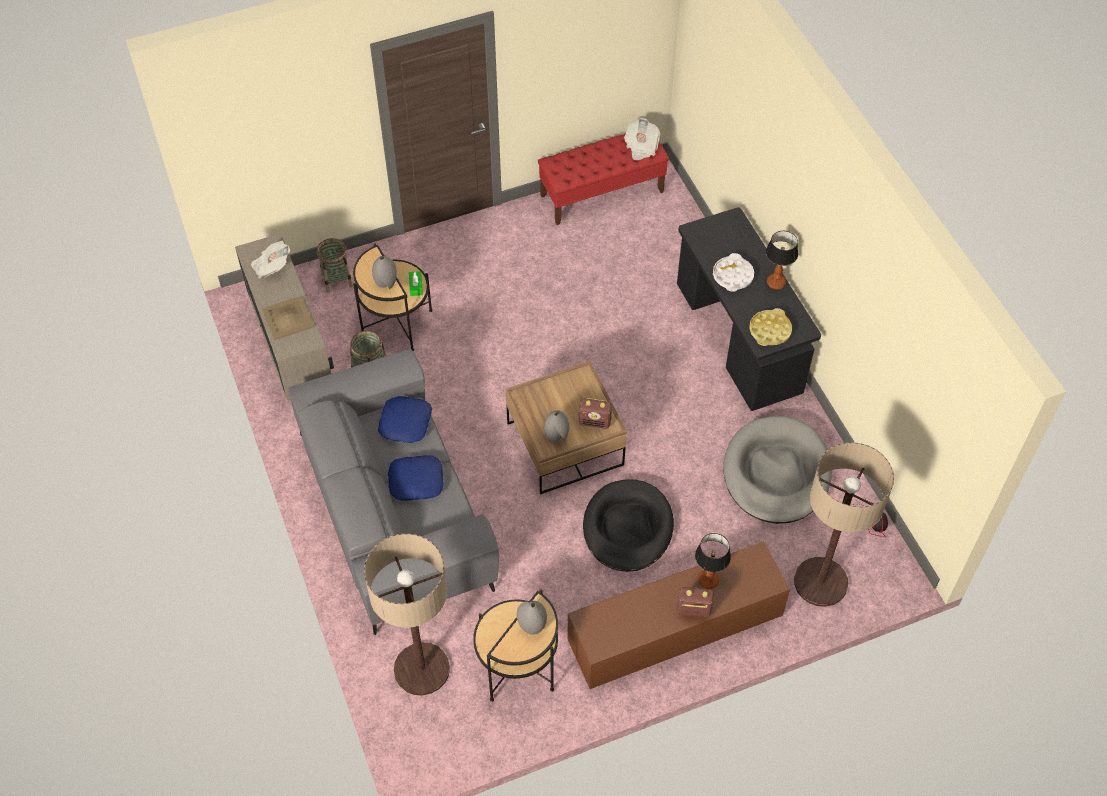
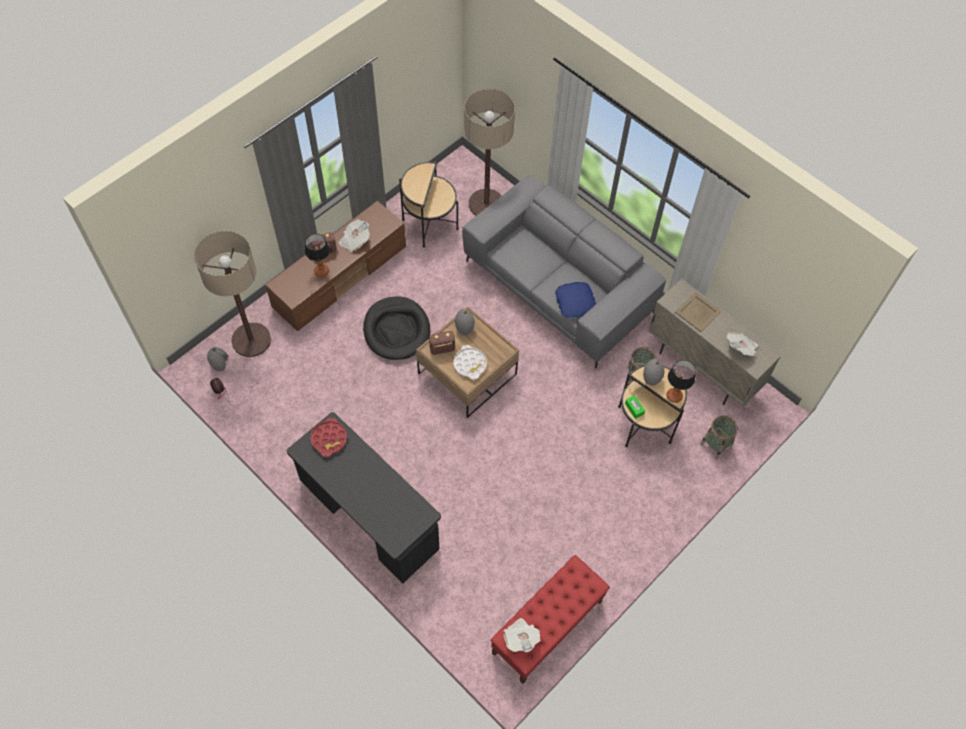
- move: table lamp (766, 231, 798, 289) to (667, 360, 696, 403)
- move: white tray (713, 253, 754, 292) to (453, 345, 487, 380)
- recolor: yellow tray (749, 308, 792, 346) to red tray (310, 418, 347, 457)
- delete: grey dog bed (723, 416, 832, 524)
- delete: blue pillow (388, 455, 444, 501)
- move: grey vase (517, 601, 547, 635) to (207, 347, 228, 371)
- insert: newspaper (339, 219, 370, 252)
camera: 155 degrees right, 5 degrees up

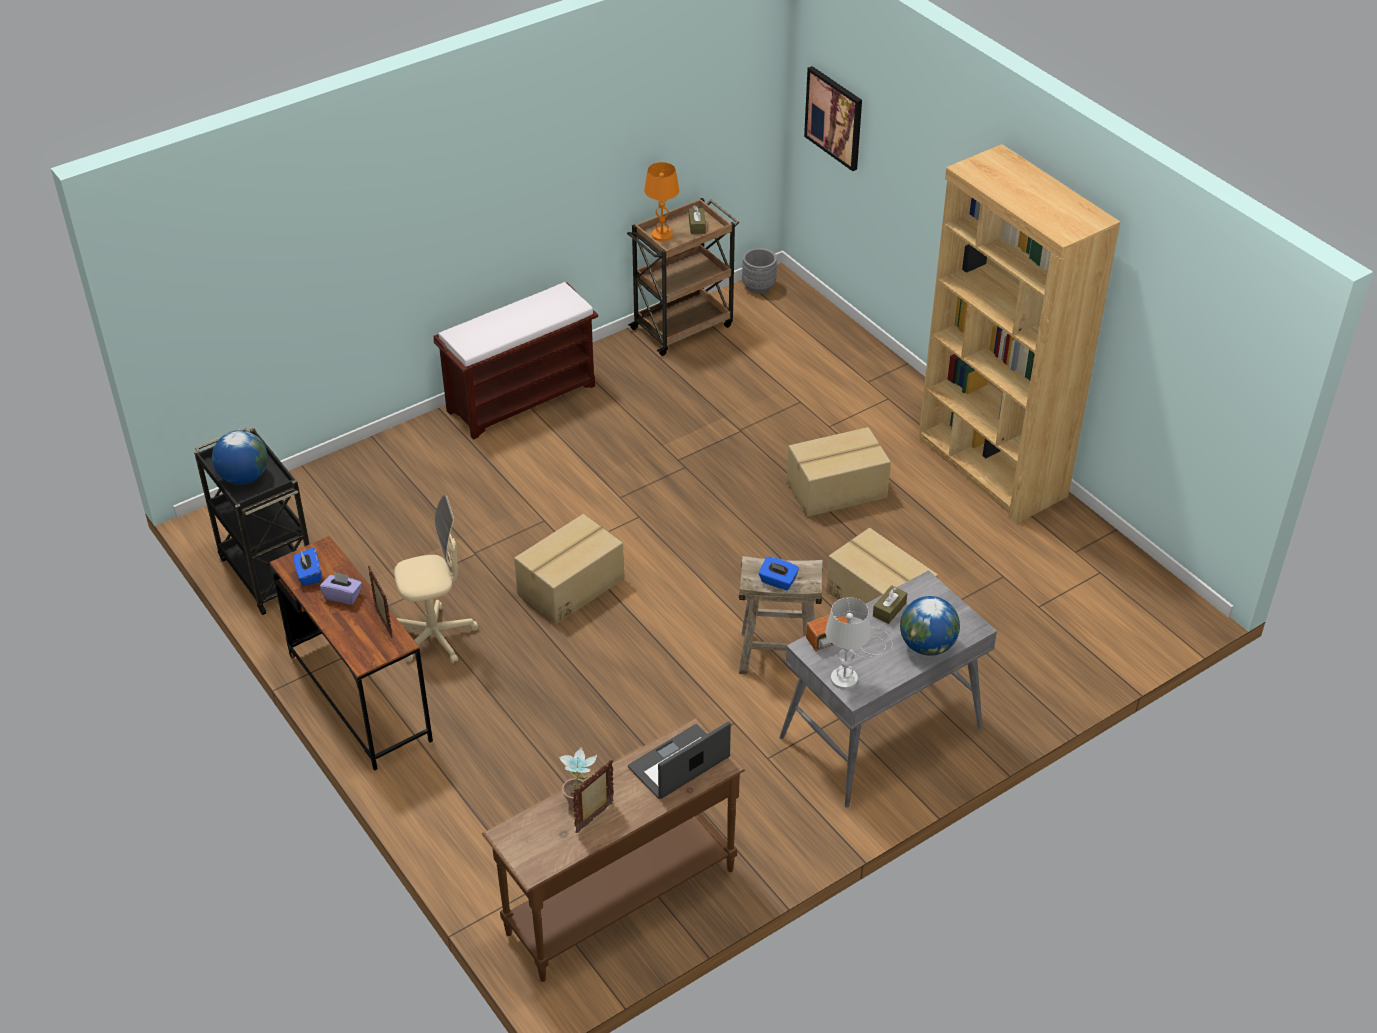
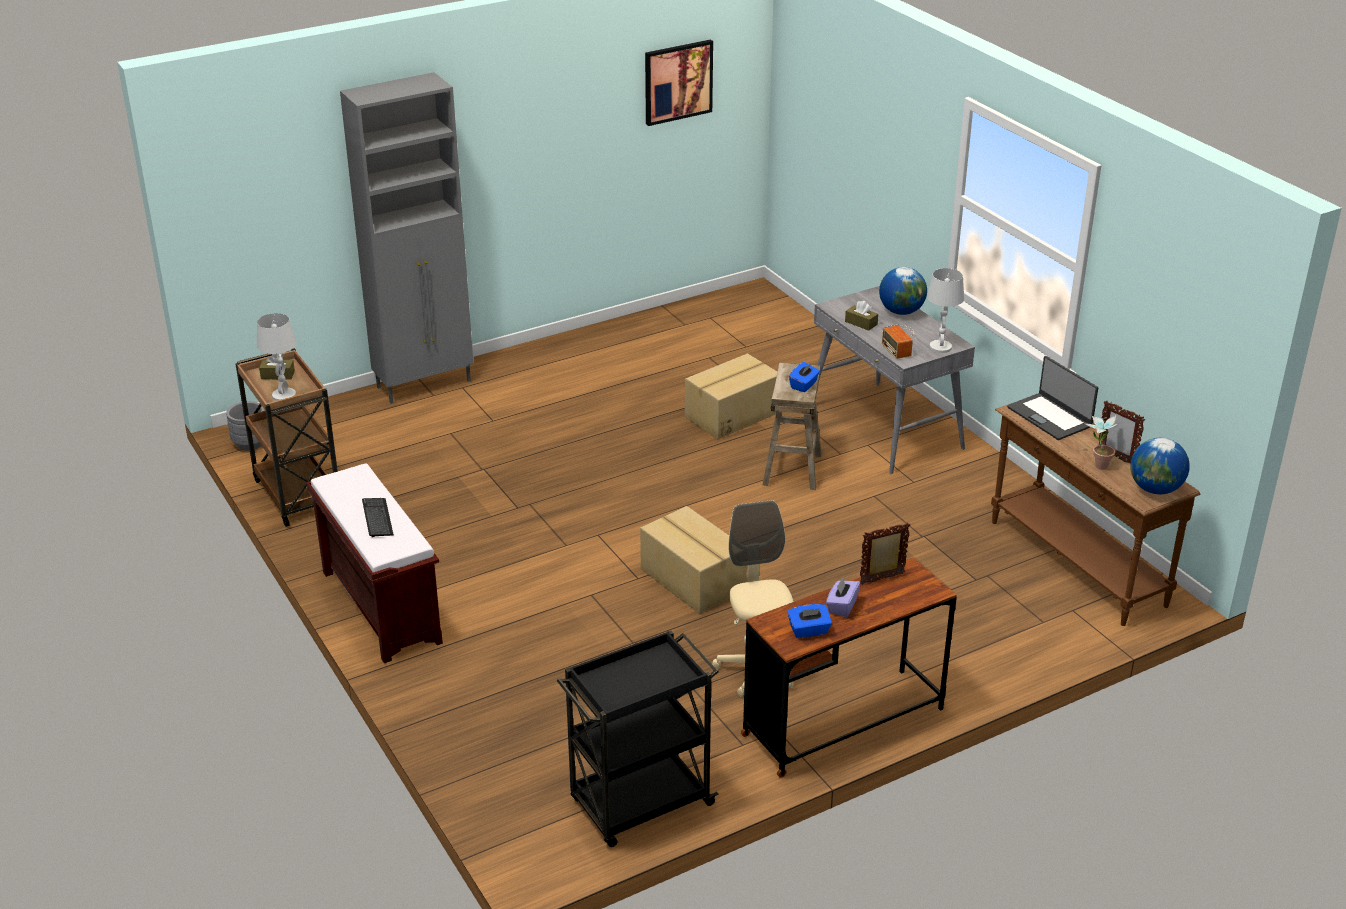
- move: picture (804, 66, 862, 171) to (645, 40, 713, 126)
- delete: brown bookcase (918, 144, 1120, 524)
- recolor: orange table lamp (644, 162, 679, 241) to white table lamp (257, 313, 297, 401)
- delete: cardboard box (787, 427, 891, 517)
- move: globe (212, 430, 268, 485) to (1130, 438, 1190, 495)
- insert: grey cabinet (340, 72, 474, 404)
- insert: keyboard (362, 498, 394, 537)
camera: 85 degrees left, 10 degrees down

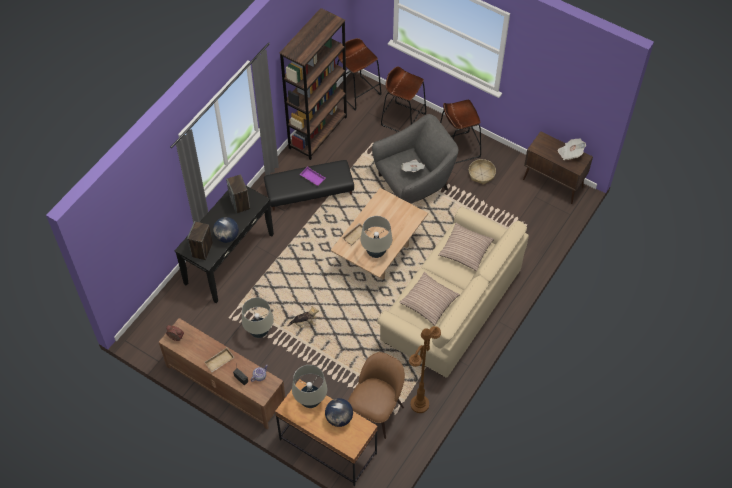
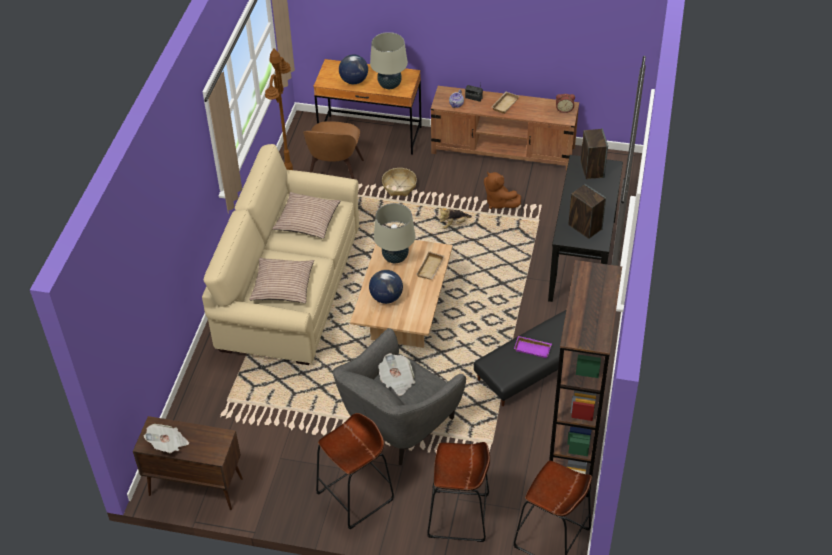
- move: basket (469, 159, 496, 185) to (382, 168, 417, 196)
- move: globe (213, 217, 239, 243) to (369, 270, 403, 304)
- replace: beige table lamp (242, 297, 274, 338) to brown plush toy (484, 171, 521, 209)
camera: 160 degrees right, 10 degrees down

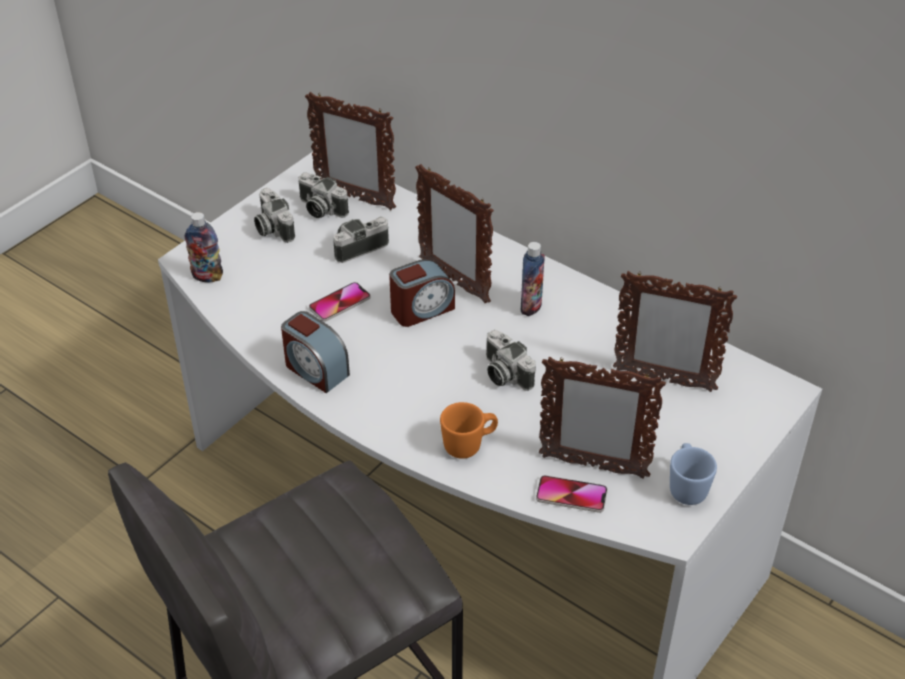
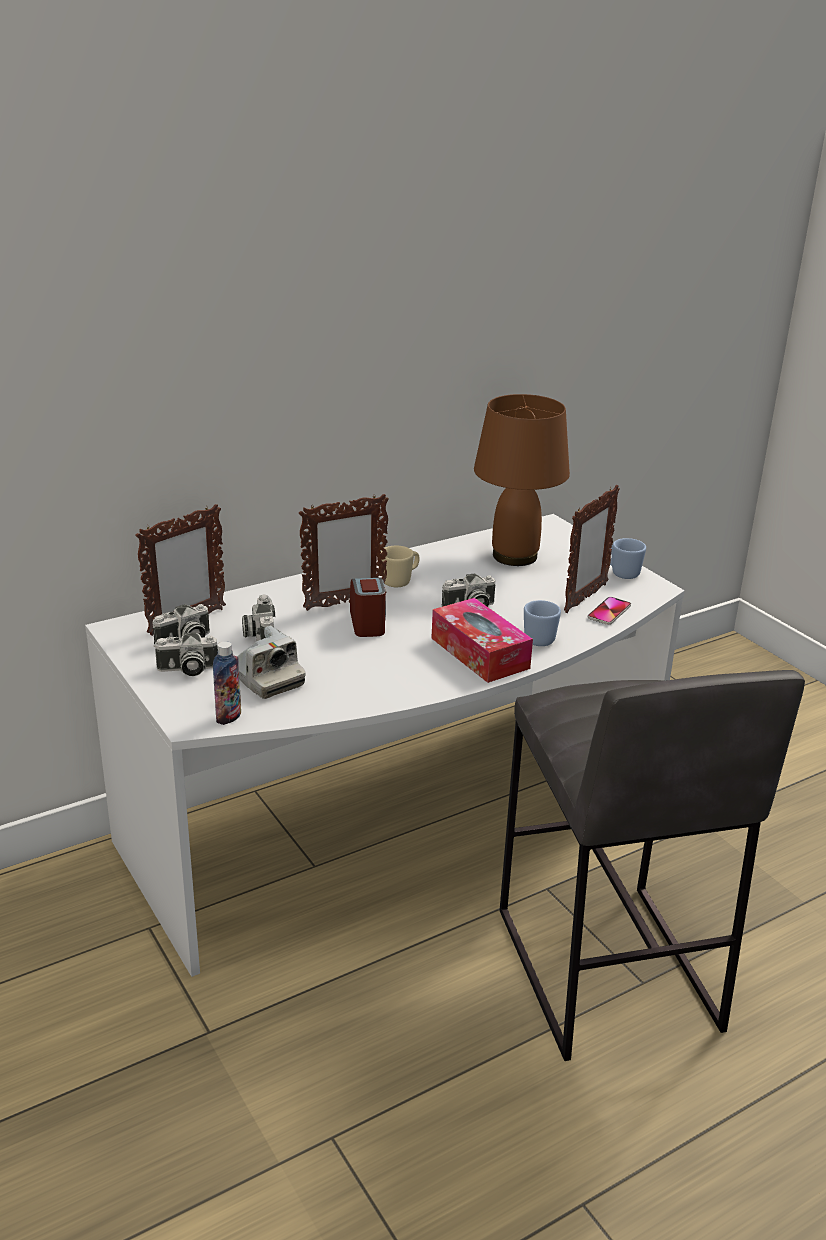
- replace: bottle (521, 242, 545, 316) to beige mug (381, 546, 420, 587)
- replace: picture frame (613, 271, 737, 392) to brown table lamp (474, 394, 570, 566)
- delete: phone (309, 282, 371, 322)
- delete: alarm clock (281, 311, 350, 393)
- recolor: orange mug (440, 402, 498, 459) to blue mug (524, 600, 561, 646)
- insert: tissue box (431, 598, 533, 683)
- insert: photo camera (238, 626, 306, 699)
camera: 70 degrees left, 15 degrees down

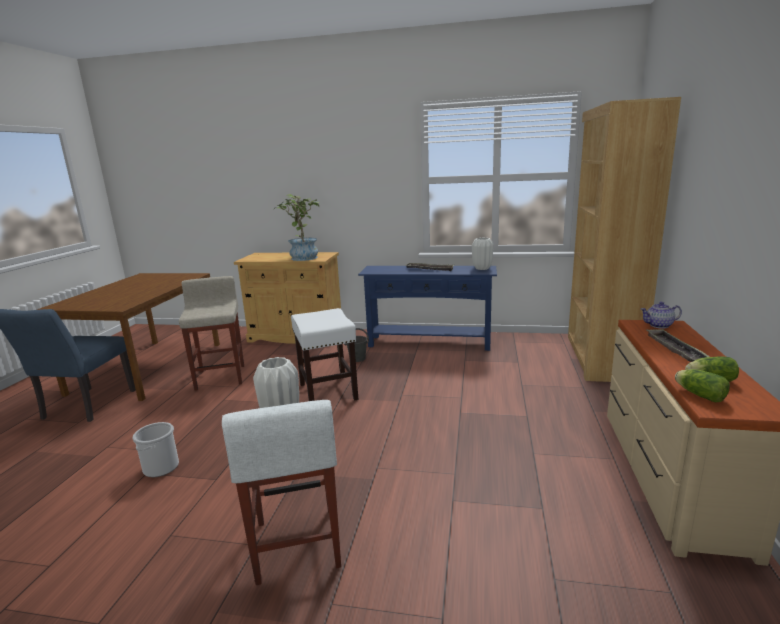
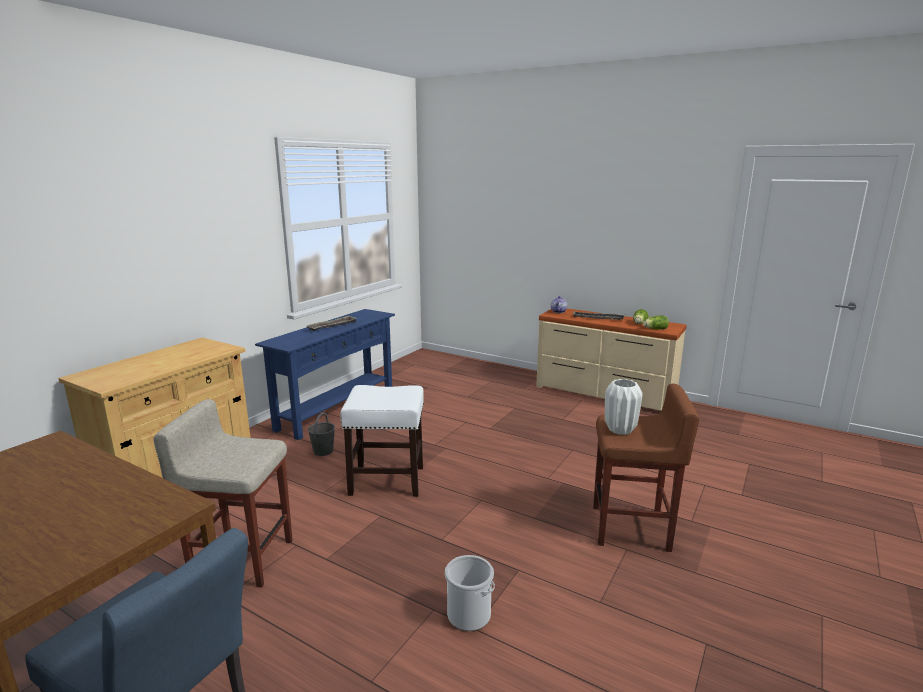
- delete: brown bookcase (568, 97, 681, 382)
- delete: potted plant (273, 194, 319, 261)
- delete: white vase (472, 238, 494, 270)
- recolor: white stool (222, 400, 341, 585) to brown stool (593, 384, 699, 552)
camera: 70 degrees left, 0 degrees up

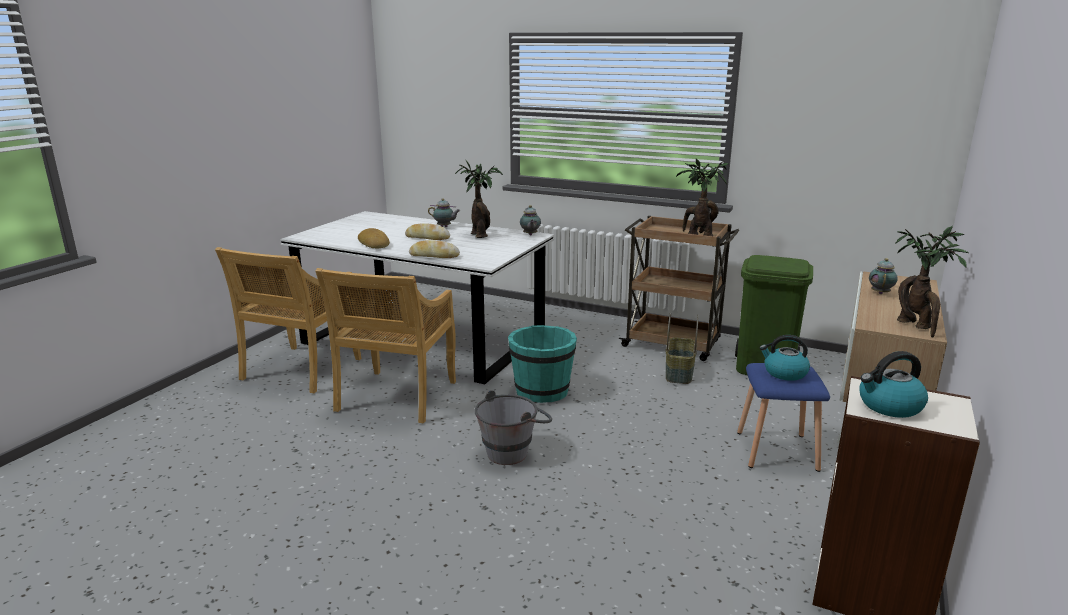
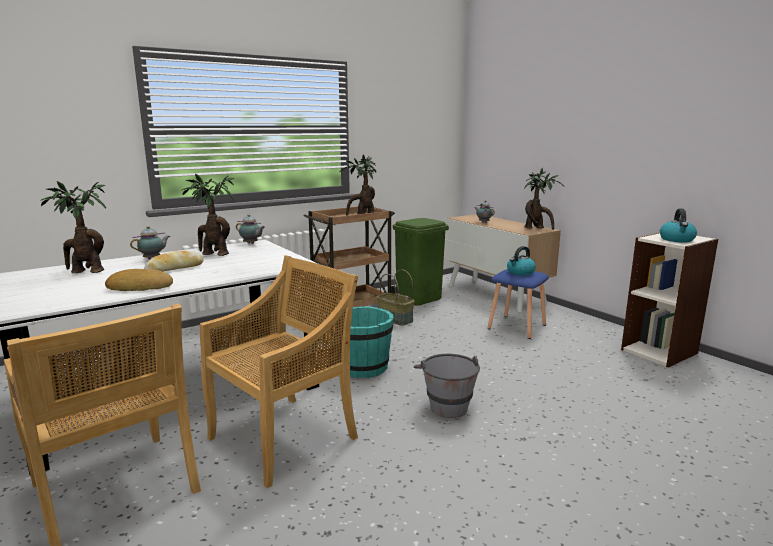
- delete: bread (409, 240, 460, 258)
- rotate: beige chair (315, 268, 456, 423) = (200, 255, 358, 488) 90 degrees counterclockwise
- insert: potted plant (40, 181, 106, 273)
camera: 60 degrees left, 5 degrees down

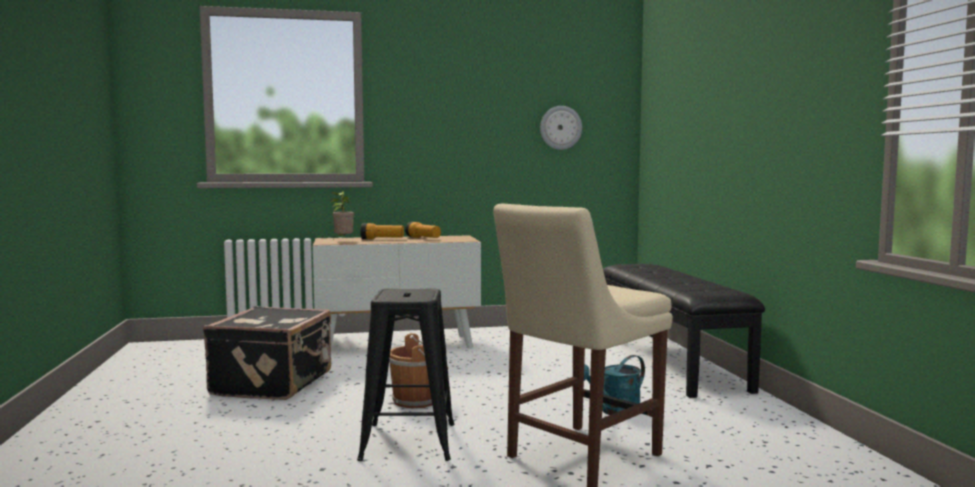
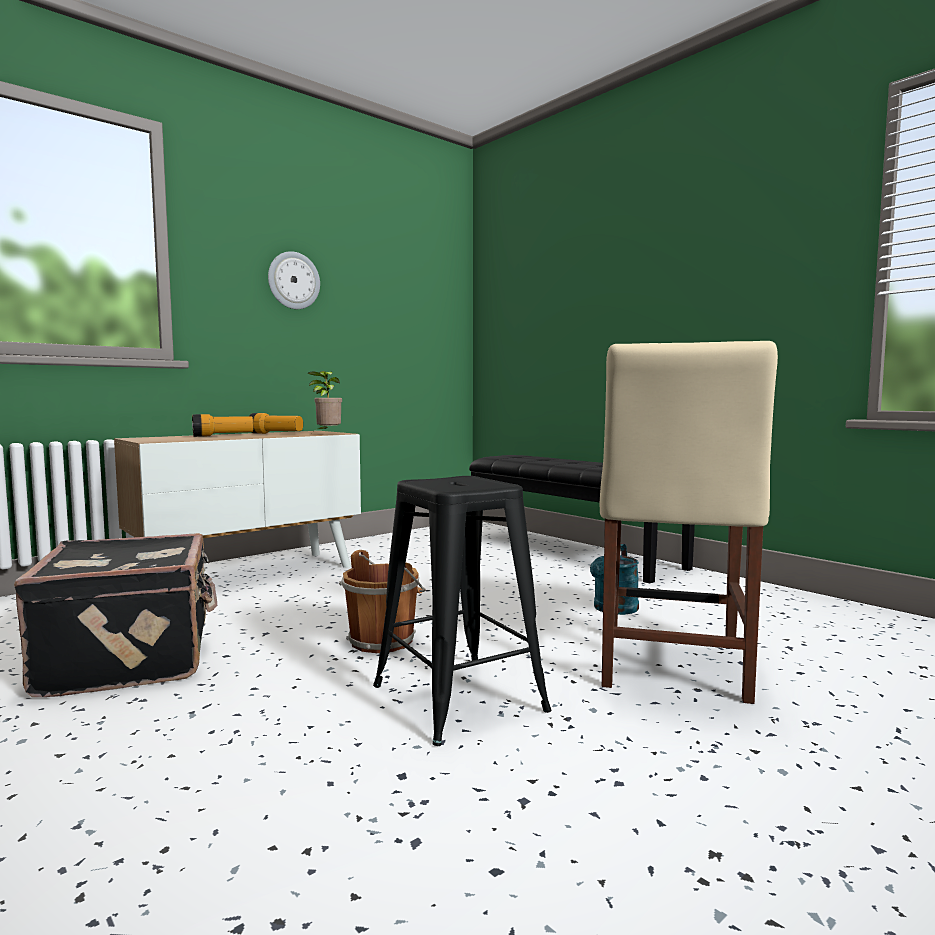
- move: wall clock (540, 106, 582, 150) to (268, 251, 320, 309)
- move: potted plant (331, 191, 354, 239) to (308, 371, 342, 433)
camera: 30 degrees left, 0 degrees up

